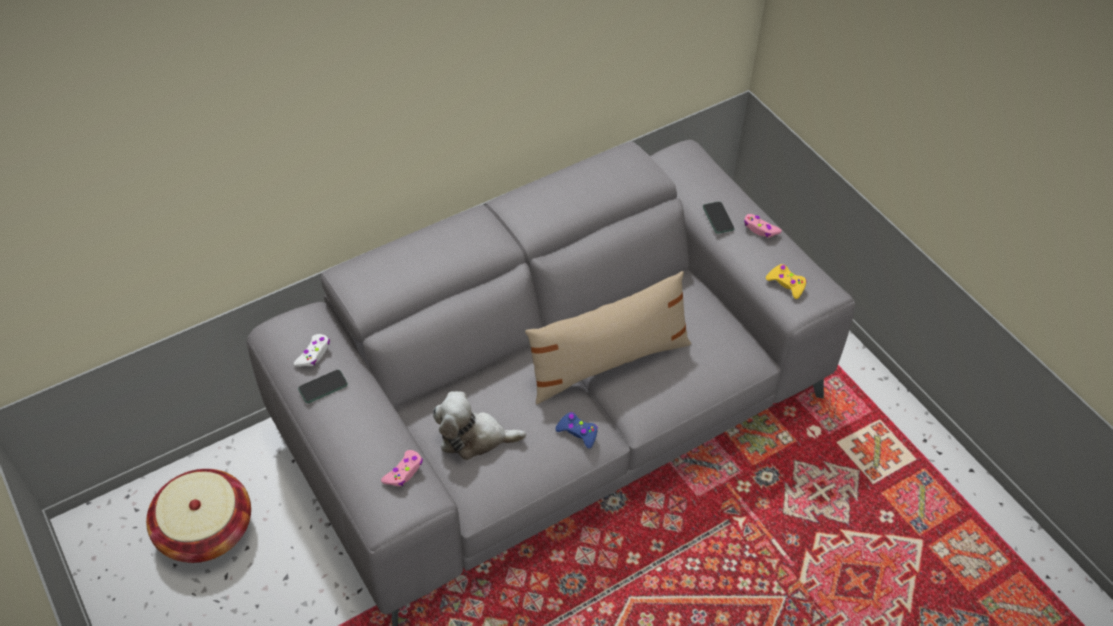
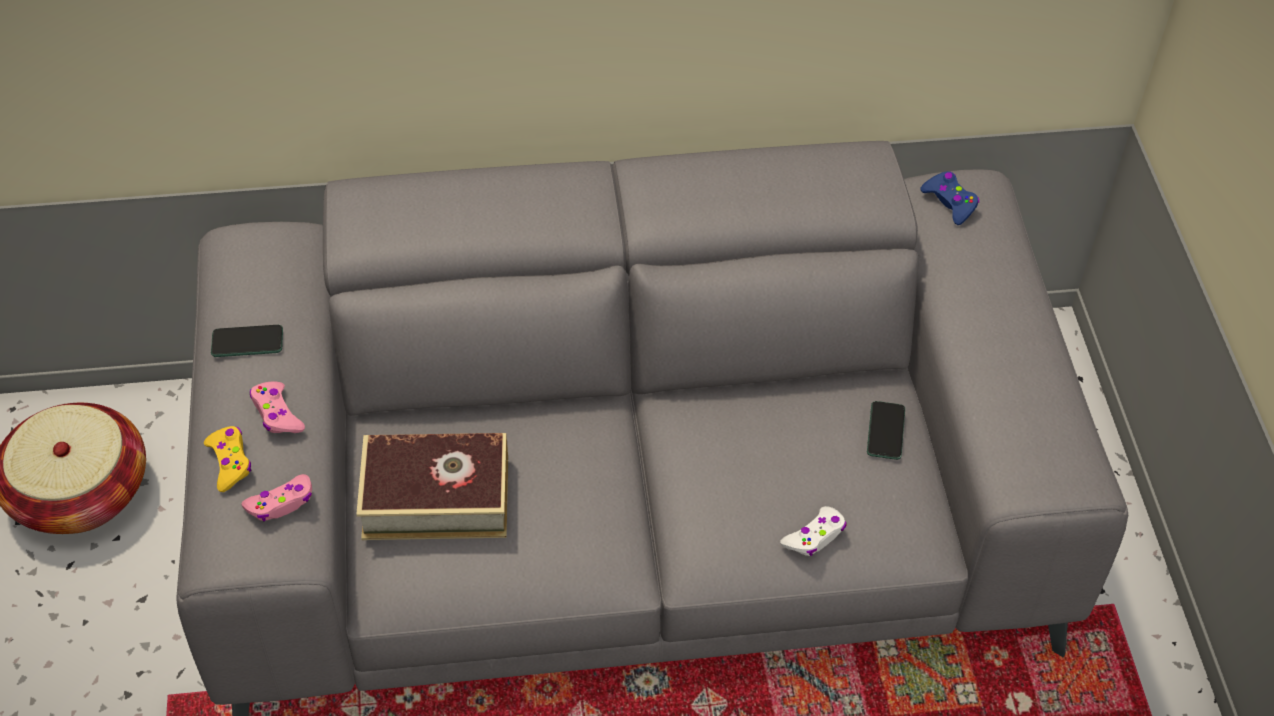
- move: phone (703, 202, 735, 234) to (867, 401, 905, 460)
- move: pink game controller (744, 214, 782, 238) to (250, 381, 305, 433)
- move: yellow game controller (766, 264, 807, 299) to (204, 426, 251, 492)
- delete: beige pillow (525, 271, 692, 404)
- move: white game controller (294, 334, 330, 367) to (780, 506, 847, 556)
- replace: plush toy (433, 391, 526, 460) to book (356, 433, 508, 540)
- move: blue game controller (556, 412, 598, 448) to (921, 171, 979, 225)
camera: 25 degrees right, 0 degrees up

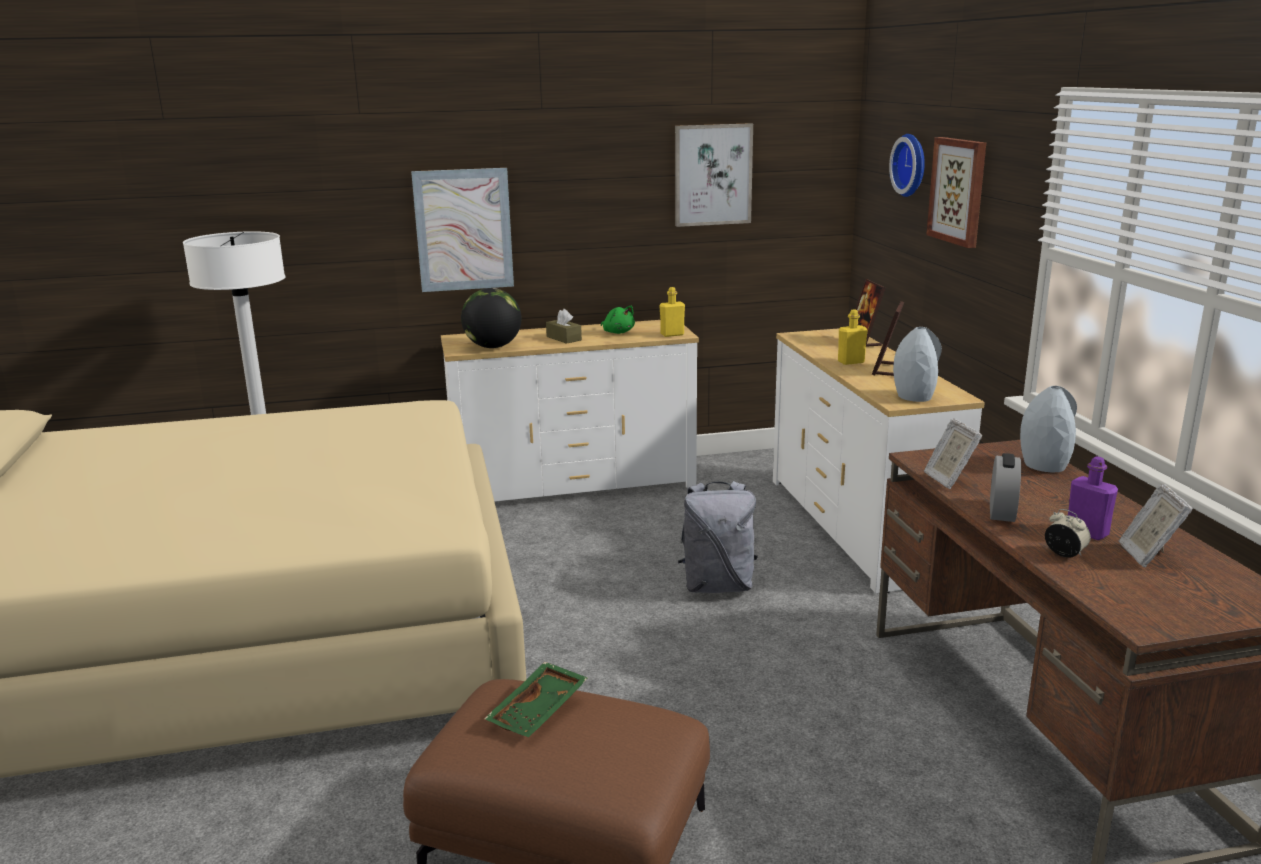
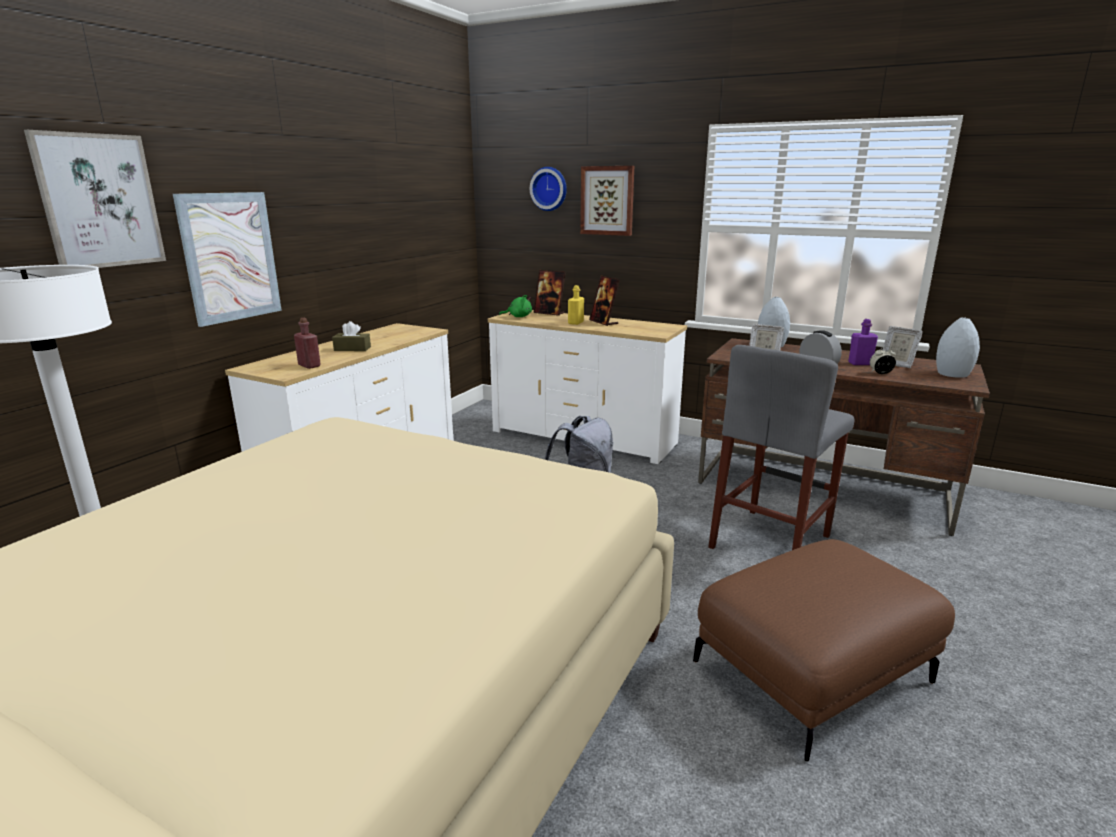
- move: picture (675, 123, 753, 227) to (24, 130, 166, 268)
- delete: yellow bottle (659, 287, 685, 337)
- replace: globe (461, 288, 521, 348) to red bottle (294, 318, 321, 369)
- move: green plush toy (601, 306, 635, 334) to (499, 295, 532, 317)
- move: grey vase (893, 327, 942, 402) to (936, 317, 980, 378)
- delete: green tray (484, 662, 588, 737)
- insert: grey stool (708, 345, 854, 550)
camera: 50 degrees left, 0 degrees up

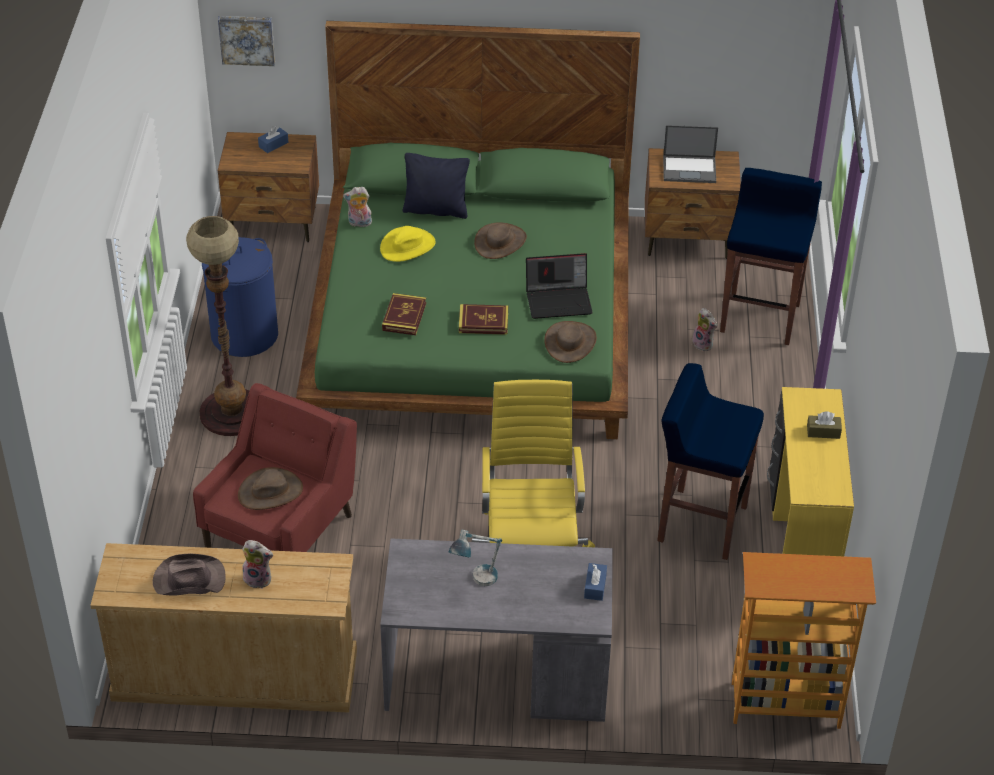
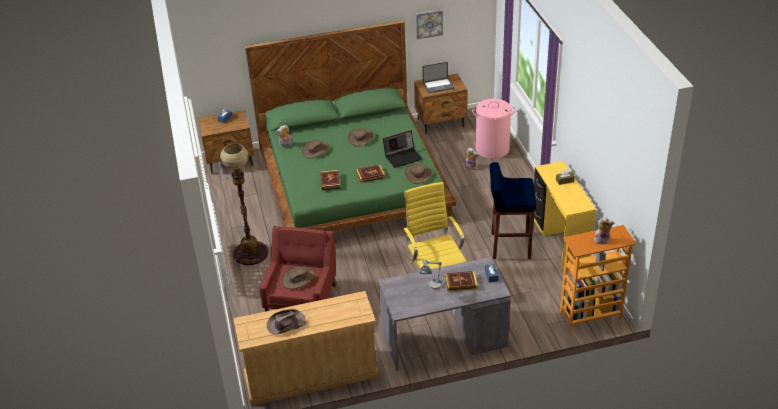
- move: picture (218, 16, 275, 66) to (416, 9, 443, 39)
- delete: black pillow (403, 153, 470, 219)
- replace: blue stool (720, 168, 822, 345) to pink laundry basket (472, 99, 515, 159)
- recolor: yellow hat (380, 226, 436, 262) to brown hat (302, 140, 329, 158)
- delete: blue laundry basket (202, 237, 278, 357)
- move: plush toy (242, 540, 273, 589) to (594, 217, 614, 245)
- insert: book (445, 271, 478, 291)
camera: 15 degrees left, 5 degrees down

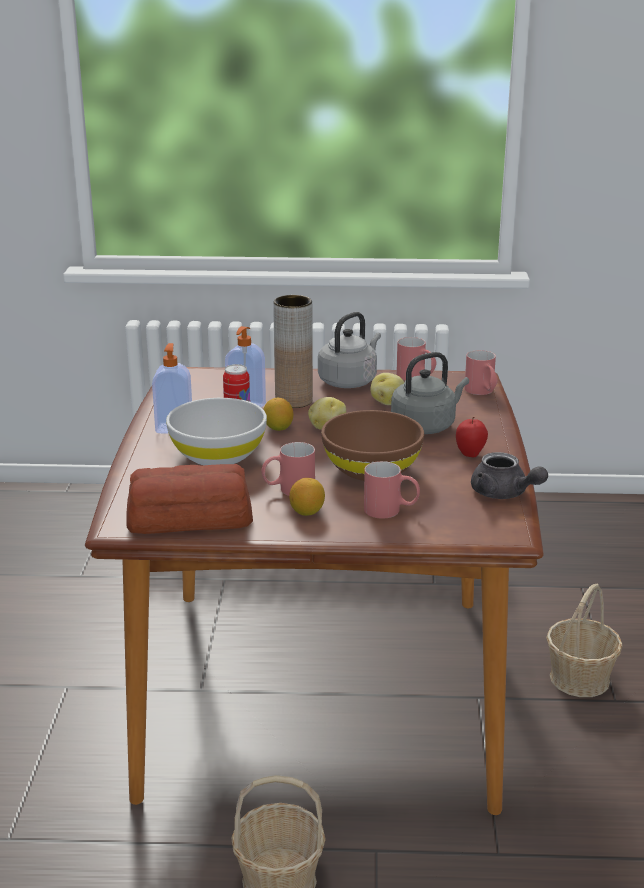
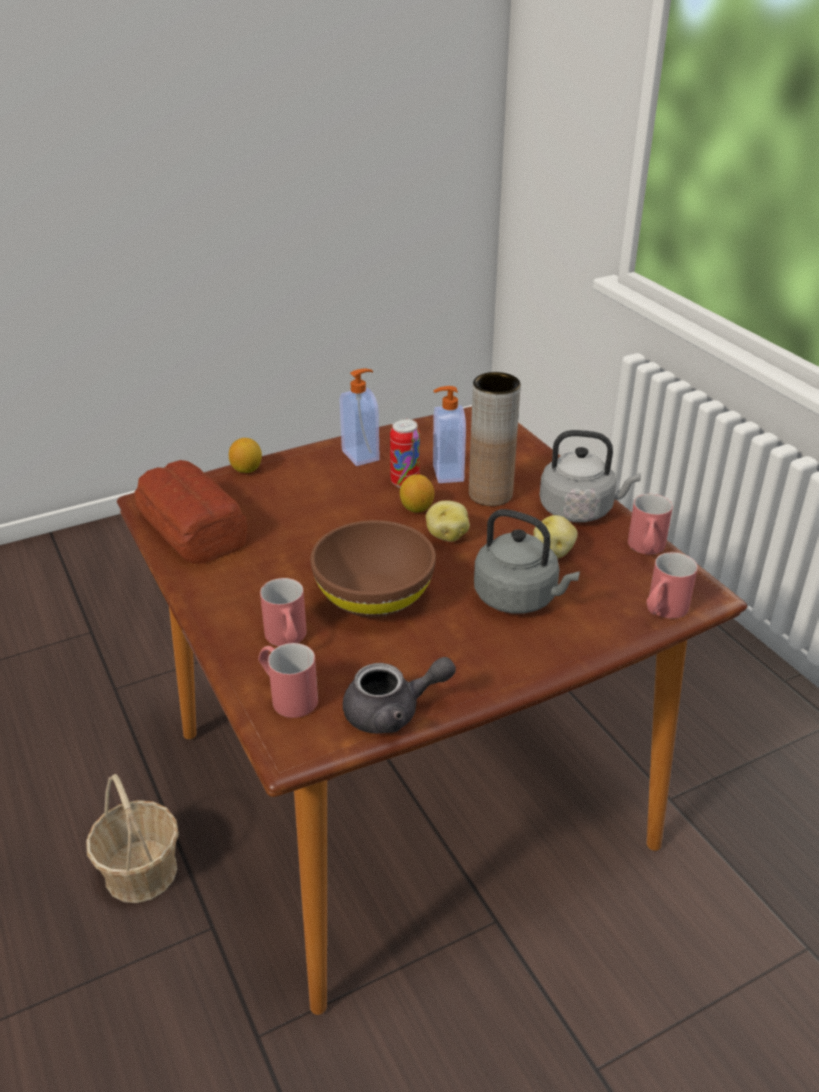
- delete: white bowl (166, 398, 267, 465)
- delete: apple (456, 417, 488, 457)
- move: red mug (262, 442, 315, 496) to (258, 643, 318, 718)
- rotate: grey teapot (471, 452, 548, 499) = (343, 657, 456, 734) 120 degrees counterclockwise
- move: lemon (289, 478, 325, 516) to (229, 438, 262, 473)
- delete: basket (546, 584, 623, 697)
camera: 60 degrees right, 10 degrees up

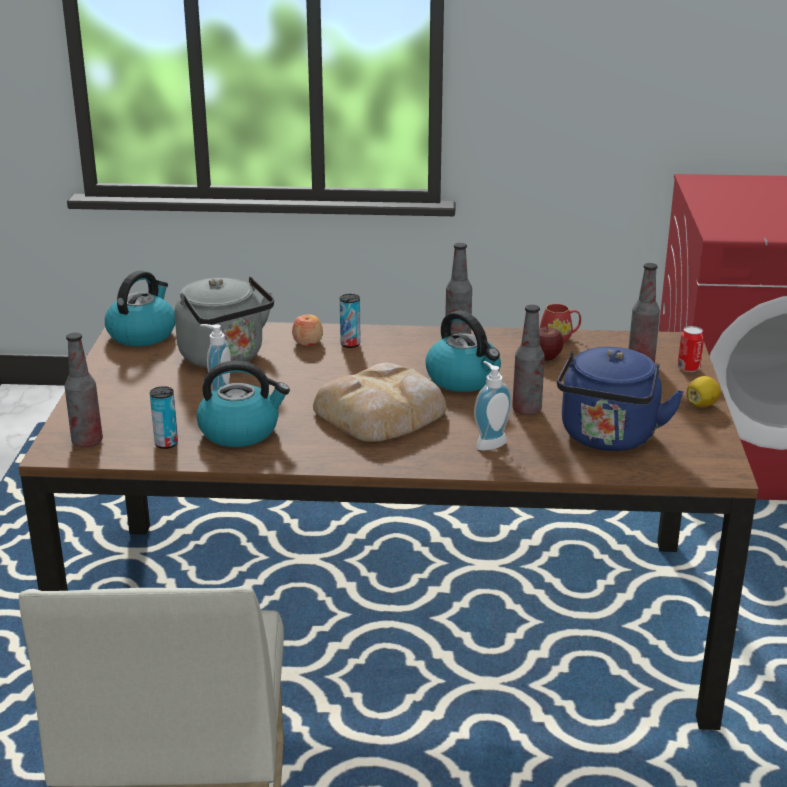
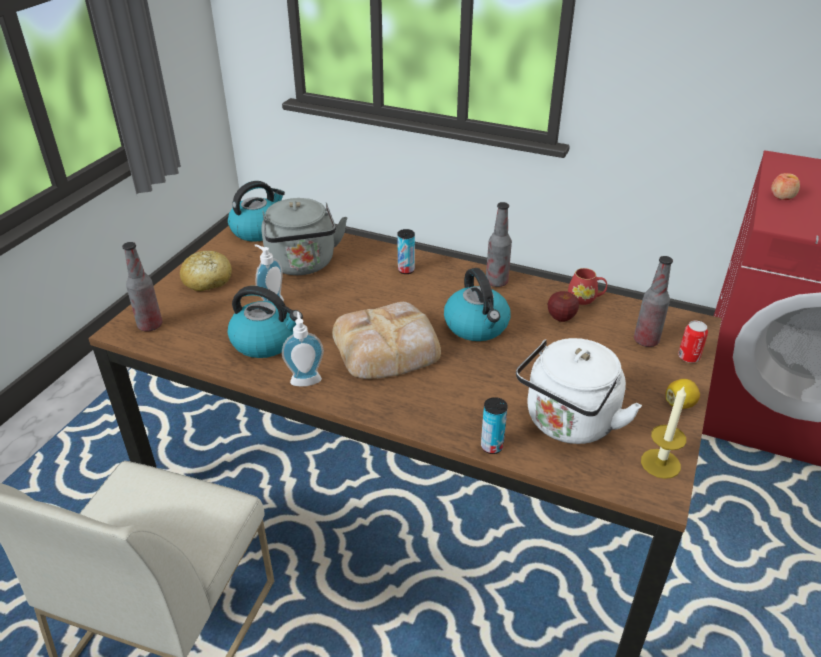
- delete: bottle (512, 305, 545, 415)
- move: apple (292, 314, 323, 346) to (771, 173, 800, 200)
- recolor: blue kettle (557, 347, 684, 451) to white kettle (516, 338, 642, 444)
- move: soap dispenser (474, 361, 512, 451) to (282, 312, 324, 386)
- move: can (150, 386, 178, 449) to (481, 397, 508, 454)
- insert: bread (180, 251, 232, 291)
- insert: candle (641, 385, 686, 479)
camera: 20 degrees right, 10 degrees up

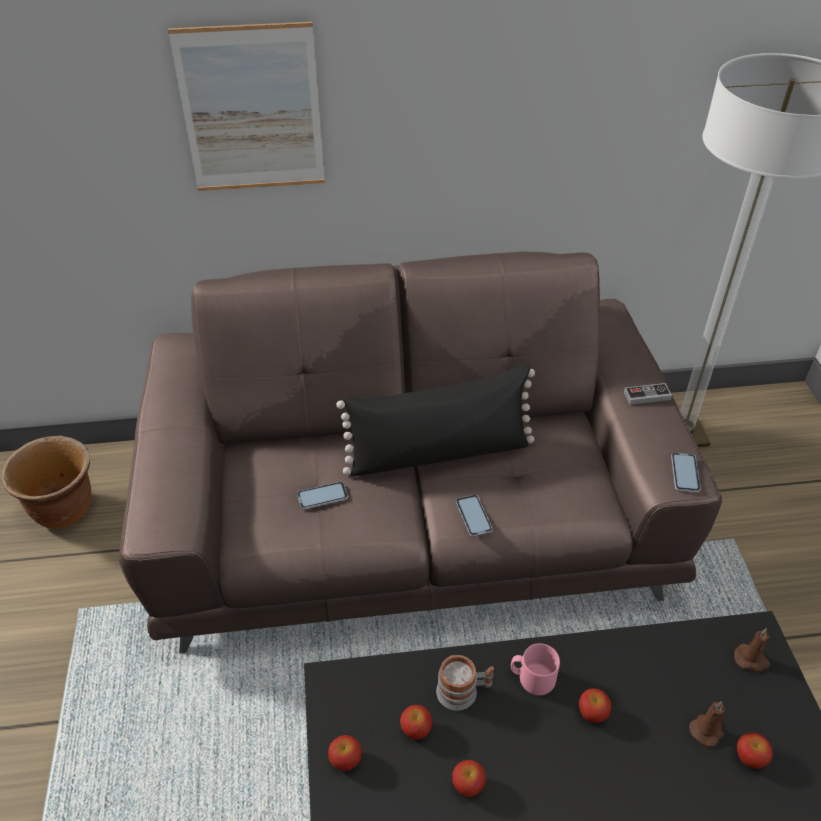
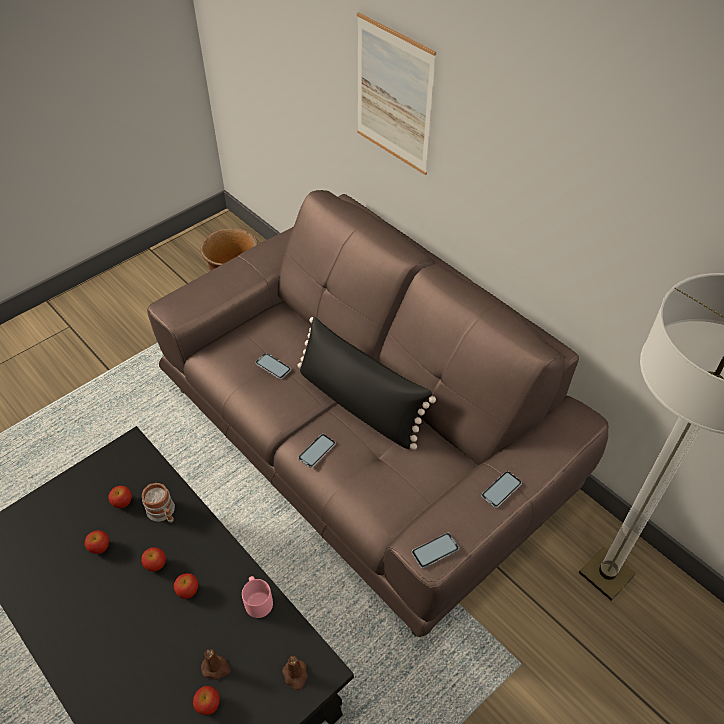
- replace: game controller (624, 383, 672, 405) to phone (481, 471, 522, 508)
- move: pink mug (511, 643, 560, 695) to (242, 576, 273, 618)
- move: apple (328, 735, 362, 771) to (141, 547, 166, 572)
camera: 55 degrees right, 5 degrees up

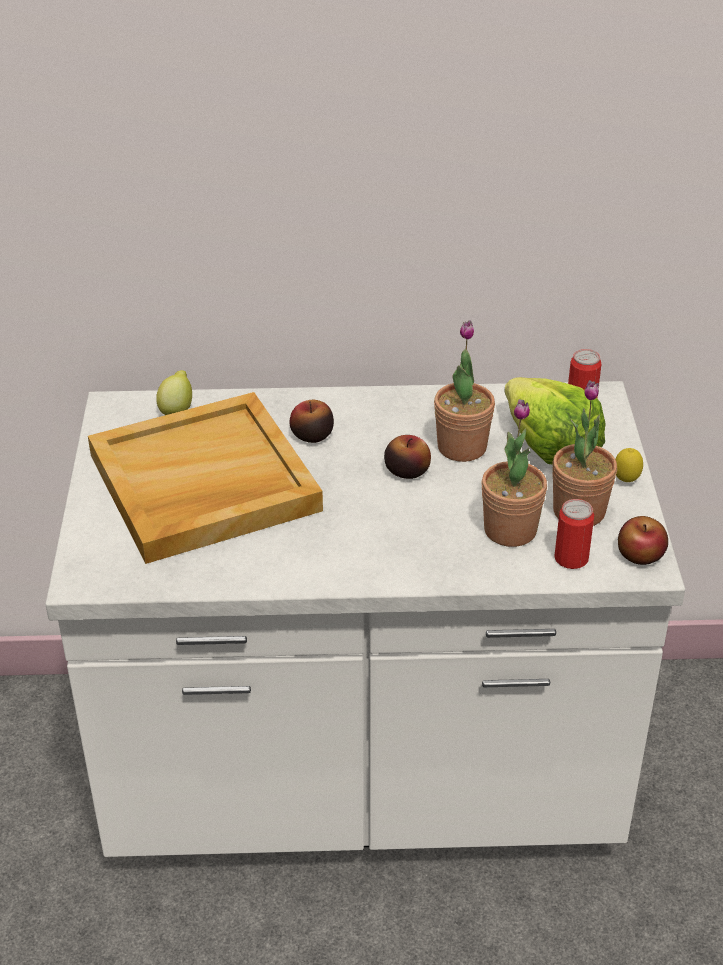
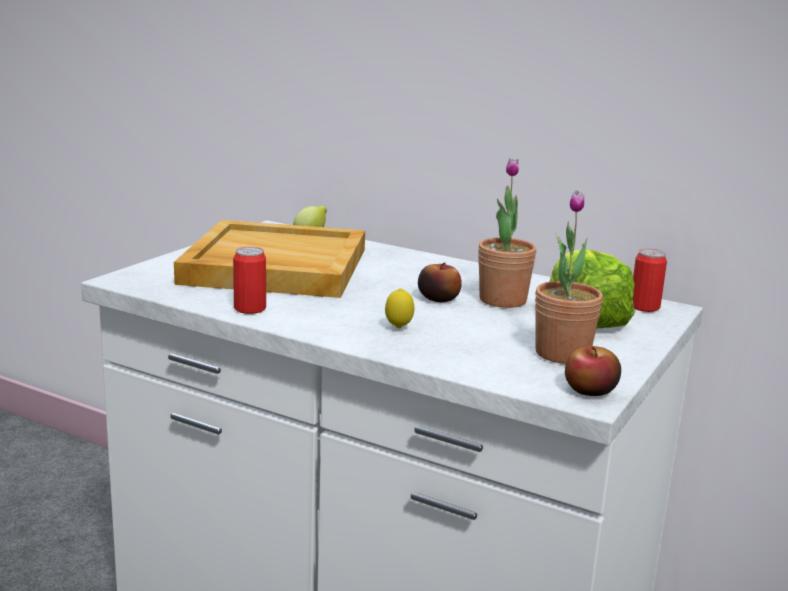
- delete: potted plant (482, 399, 547, 547)
- delete: apple (290, 400, 334, 443)
- move: lemon (616, 448, 643, 482) to (385, 288, 414, 328)
- move: can (554, 499, 594, 569) to (233, 247, 266, 314)
camera: 30 degrees right, 20 degrees down

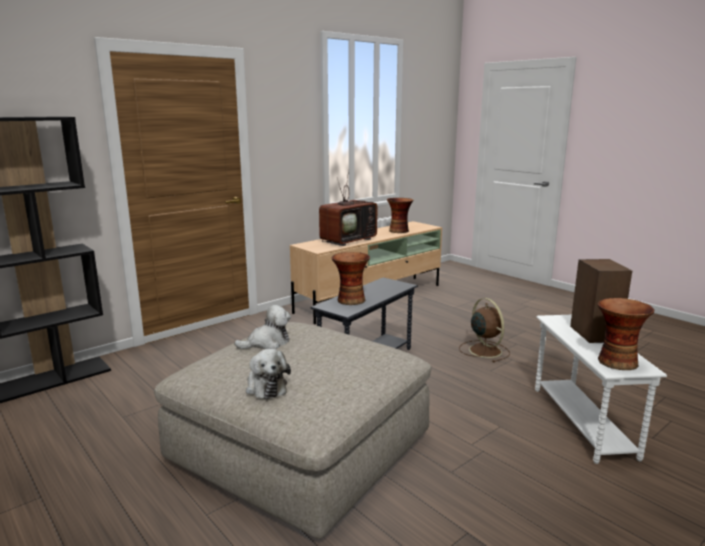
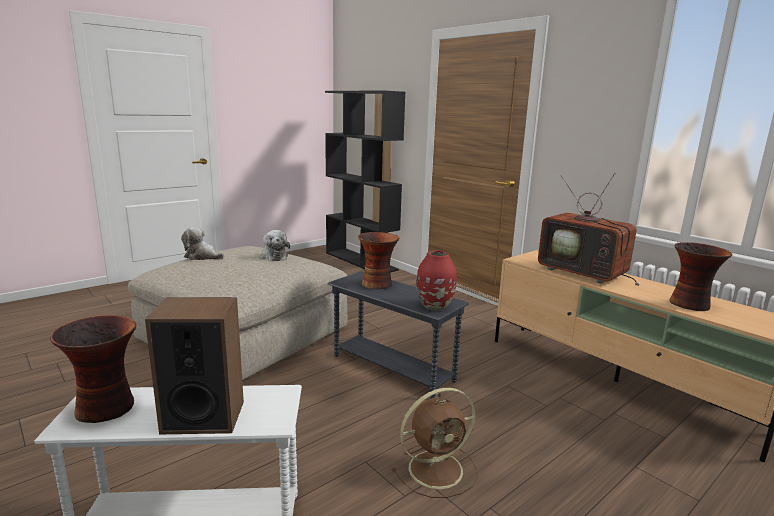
- rotate: plush toy (246, 349, 291, 399) = (181, 227, 224, 260) 45 degrees clockwise
- insert: red vase (416, 250, 457, 311)
camera: 90 degrees right, 0 degrees up

